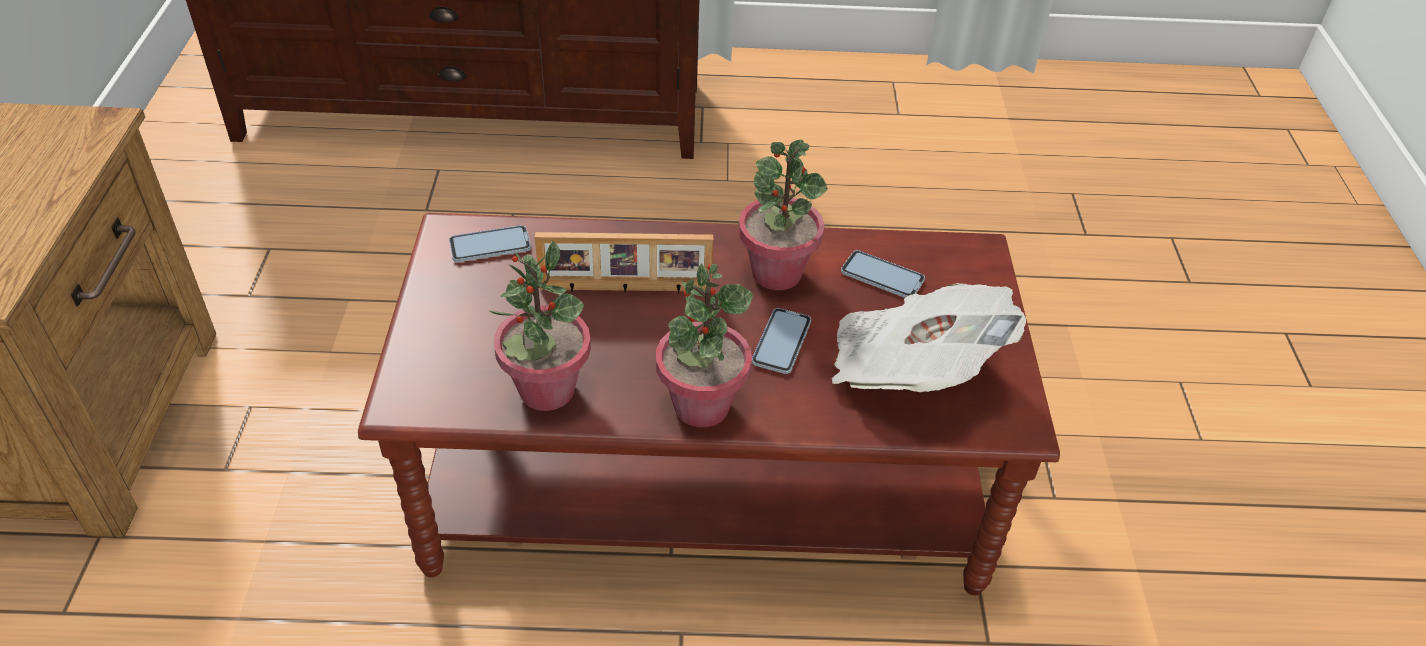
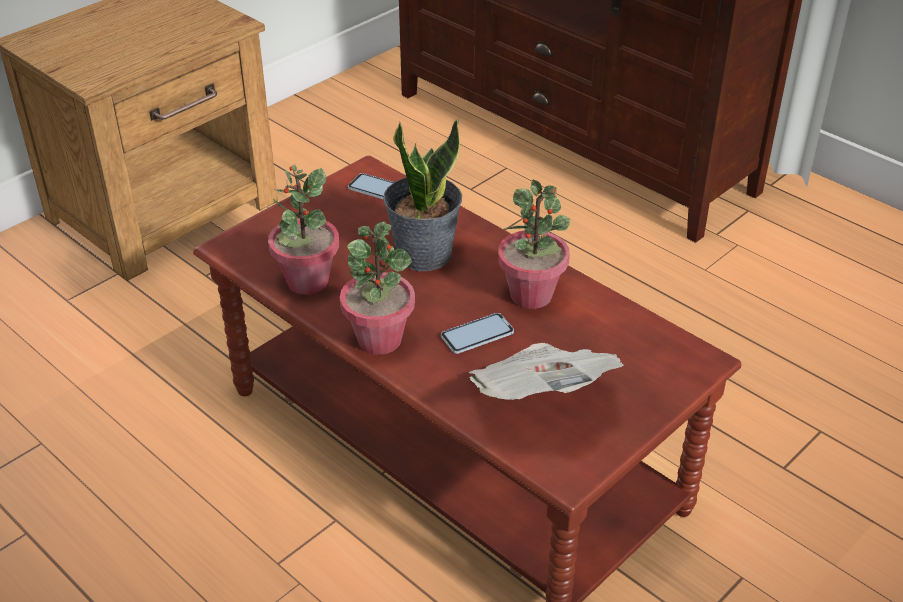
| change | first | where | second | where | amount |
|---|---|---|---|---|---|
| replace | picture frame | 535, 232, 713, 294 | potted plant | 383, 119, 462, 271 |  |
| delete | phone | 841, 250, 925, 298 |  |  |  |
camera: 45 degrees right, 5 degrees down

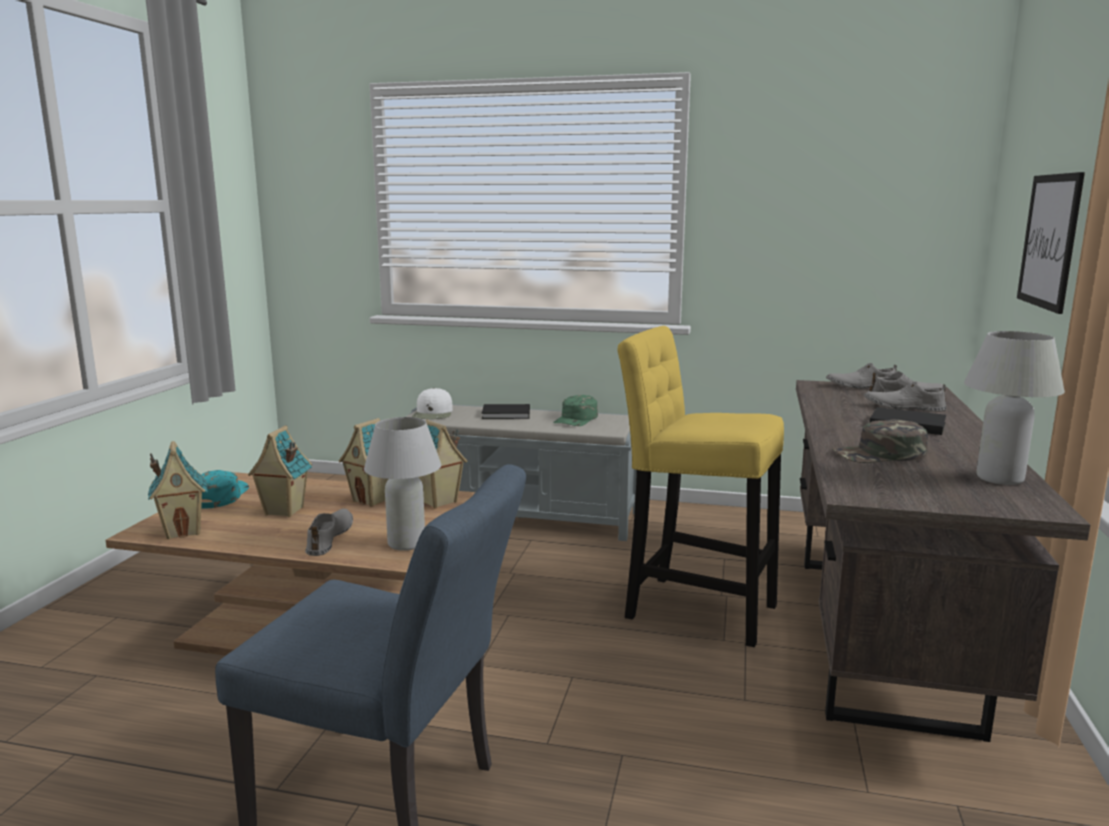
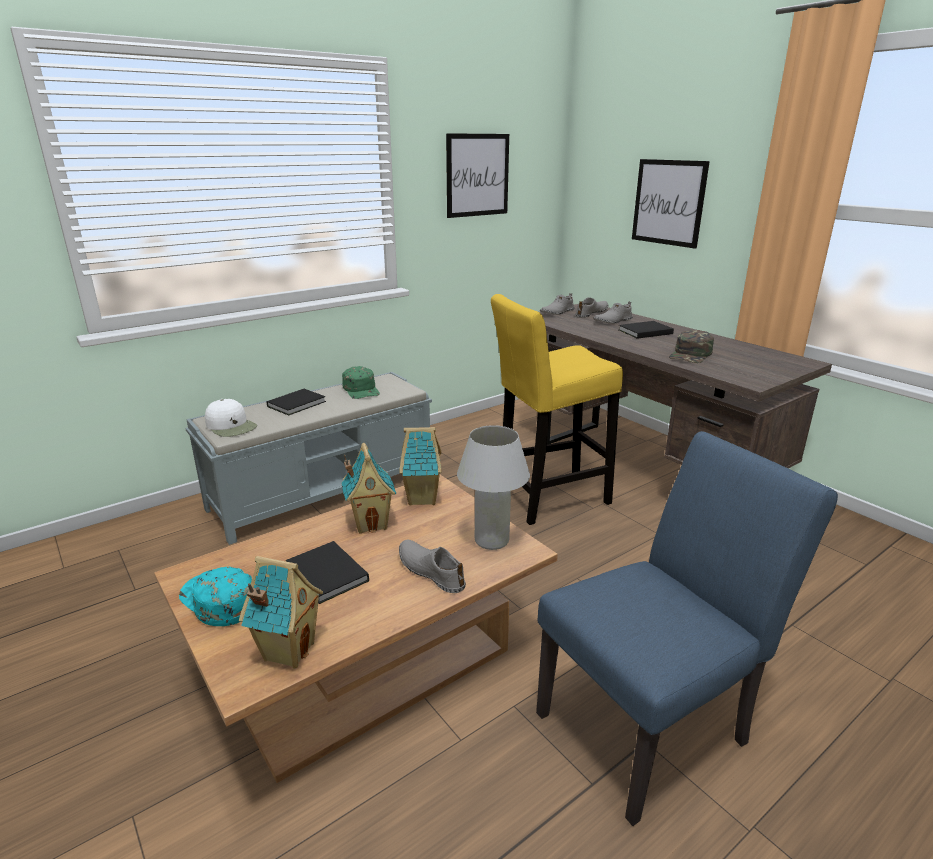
| change | first | where | second | where | amount |
|---|---|---|---|---|---|
| delete | white table lamp | 964, 331, 1065, 485 |  |  |  |
| replace | toy house | 248, 425, 312, 517 | black book | 286, 541, 369, 604 |  |
| insert |  |  | picture | 446, 133, 509, 218 |  |
camera: 50 degrees left, 10 degrees up

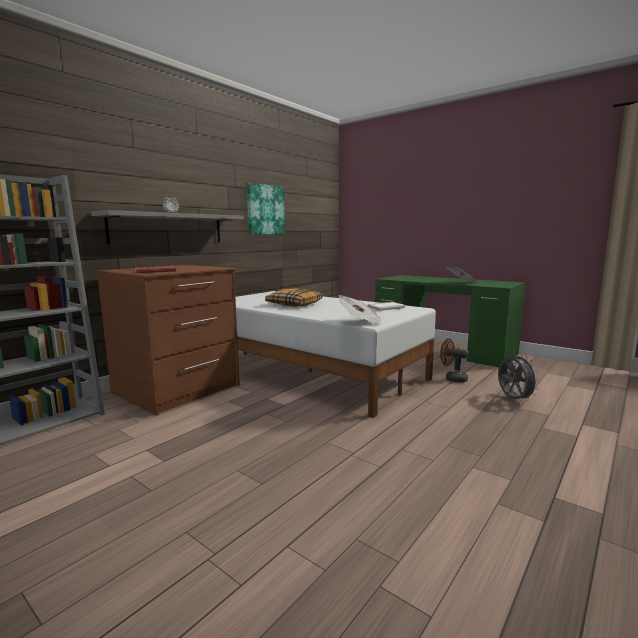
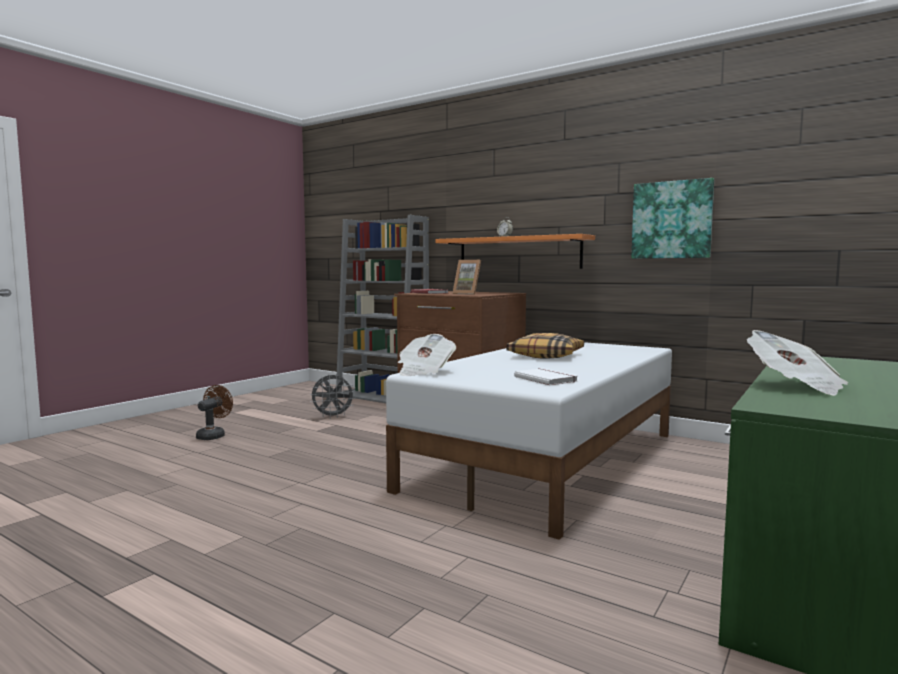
| change | first | where | second | where | amount |
|---|---|---|---|---|---|
| recolor | grey shelf | 91, 210, 243, 245 | orange shelf | 435, 234, 595, 269 |  |
| move | brown fan | 440, 338, 468, 383 |  | 196, 385, 233, 440 |  |
| move | grey fan | 498, 353, 540, 401 |  | 310, 374, 356, 418 |  |
| insert |  |  | picture frame | 452, 260, 481, 295 |  |
camera: 85 degrees right, 5 degrees down

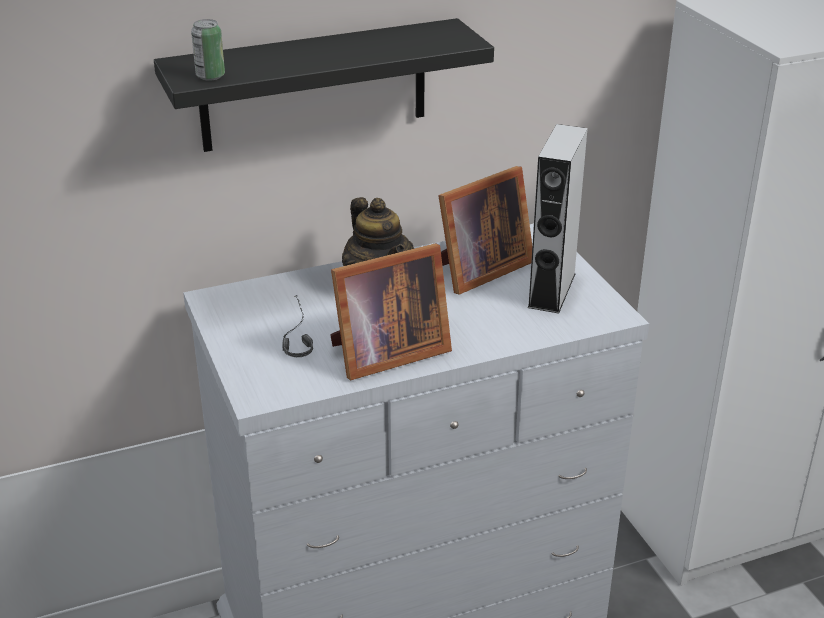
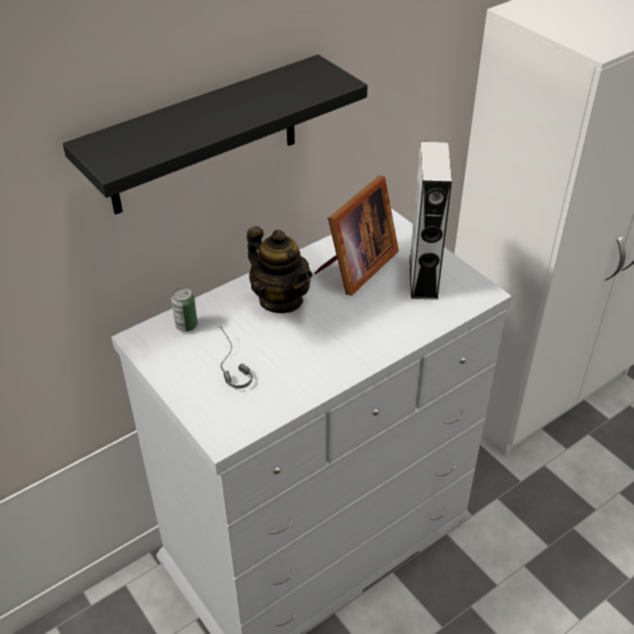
| change | first | where | second | where | amount |
|---|---|---|---|---|---|
| move | can | 191, 19, 225, 81 |  | 171, 288, 198, 332 |  |
| delete | picture frame | 330, 243, 452, 380 |  |  |  |
camera: 15 degrees left, 10 degrees up

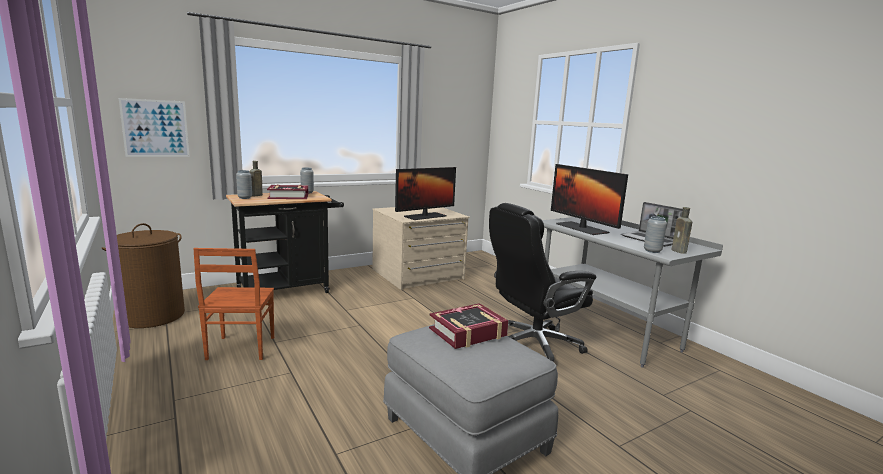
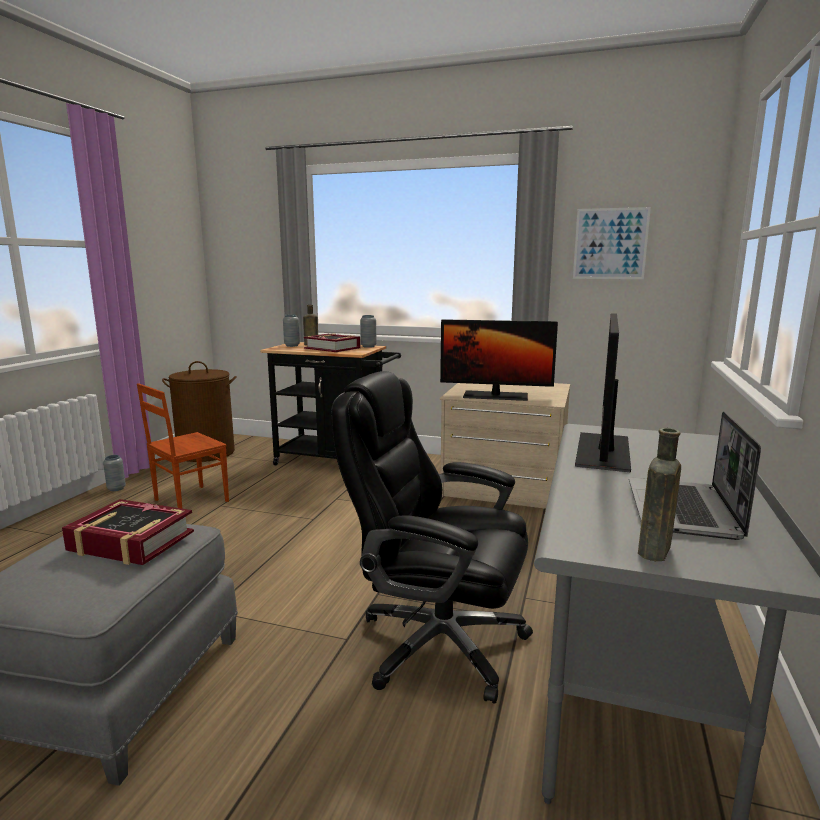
| change | first | where | second | where | amount |
|---|---|---|---|---|---|
| move | picture | 119, 98, 190, 157 |  | 573, 207, 651, 279 |  |
| move | grey vase | 644, 216, 667, 253 |  | 103, 455, 126, 491 |  |
camera: 50 degrees right, 0 degrees up

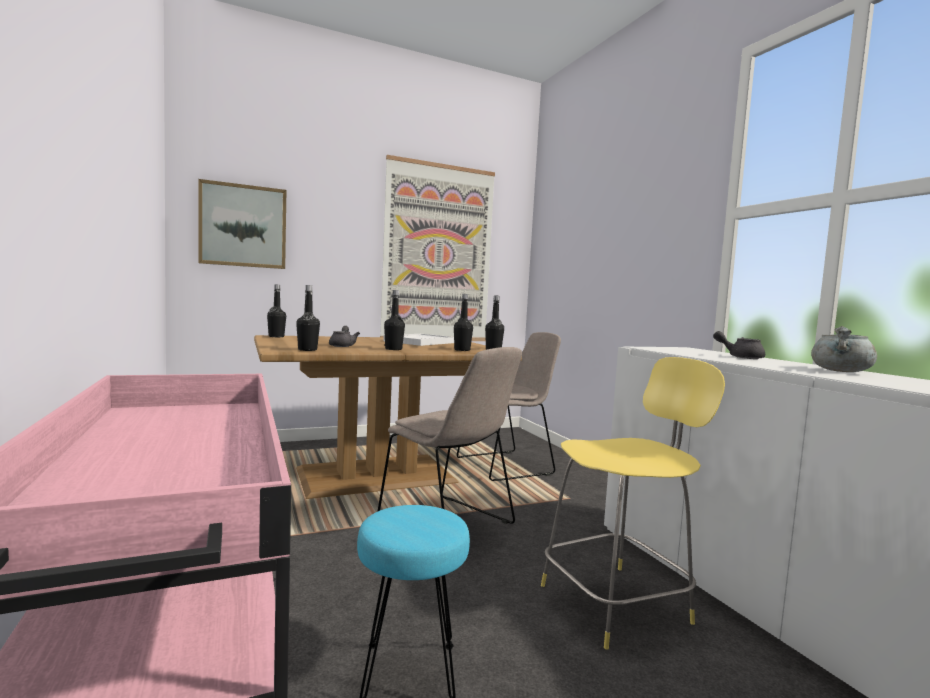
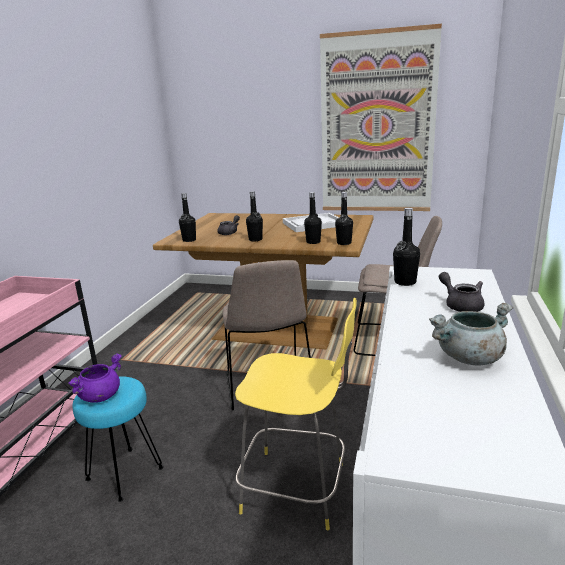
| change | first | where | second | where | amount |
|---|---|---|---|---|---|
| delete | picture | 198, 179, 286, 269 |  |  |  |
| move | black bottle | 267, 284, 286, 337 |  | 393, 208, 420, 286 |  |
| insert |  |  | purple cooking pot | 68, 354, 122, 403 |  |
camera: 40 degrees right, 15 degrees up

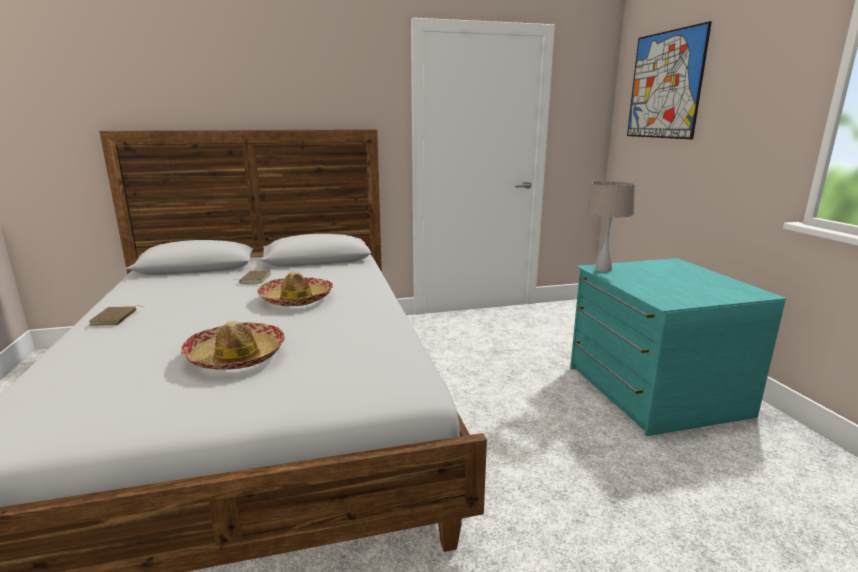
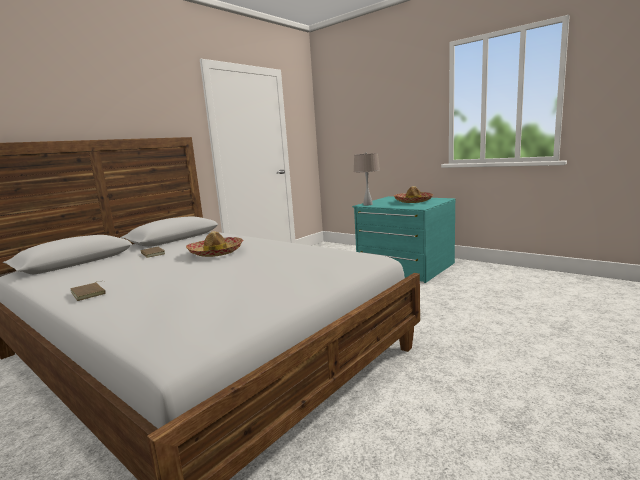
| change | first | where | second | where | amount |
|---|---|---|---|---|---|
| delete | picture | 627, 21, 712, 139 |  |  |  |
| move | hat | 181, 321, 285, 370 |  | 394, 186, 433, 203 |  |
camera: 35 degrees left, 5 degrees down

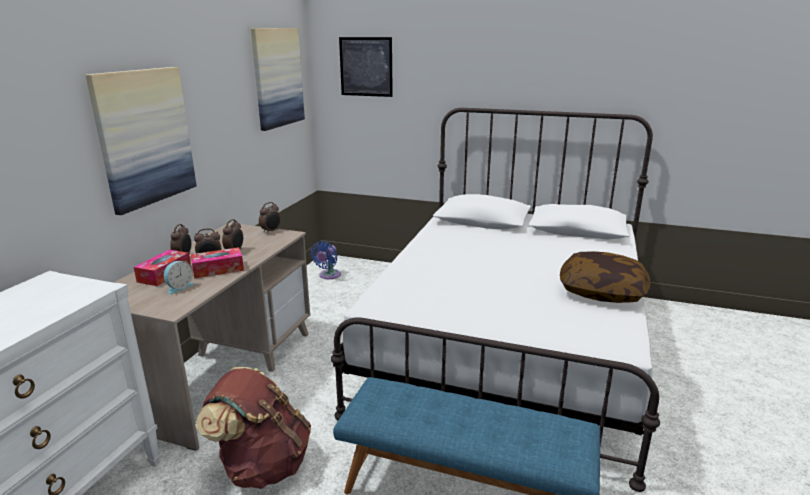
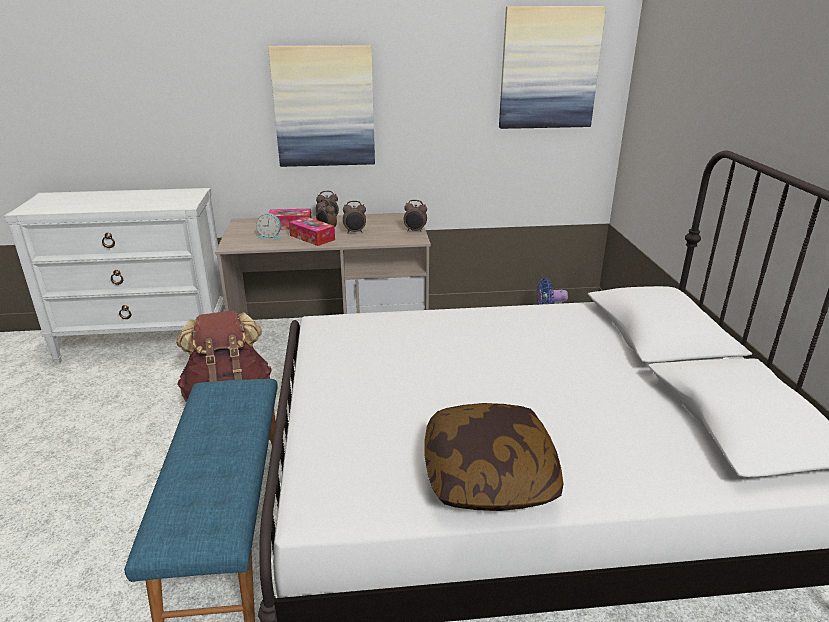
| change | first | where | second | where | amount |
|---|---|---|---|---|---|
| delete | picture | 339, 37, 393, 97 |  |  |  |
camera: 65 degrees right, 5 degrees up

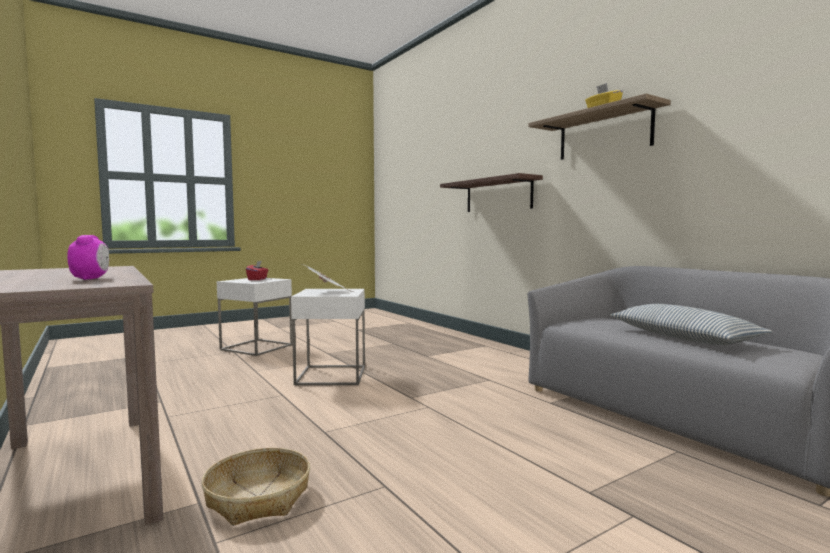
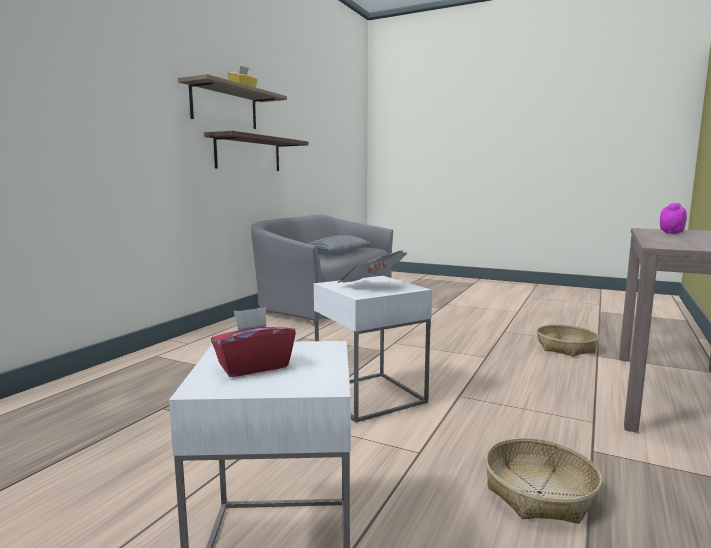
| change | first | where | second | where | amount |
|---|---|---|---|---|---|
| move | shelf | 440, 173, 543, 212 |  | 204, 131, 308, 171 |  |
| insert |  |  | basket | 485, 438, 602, 524 |  |
camera: 120 degrees left, 5 degrees up

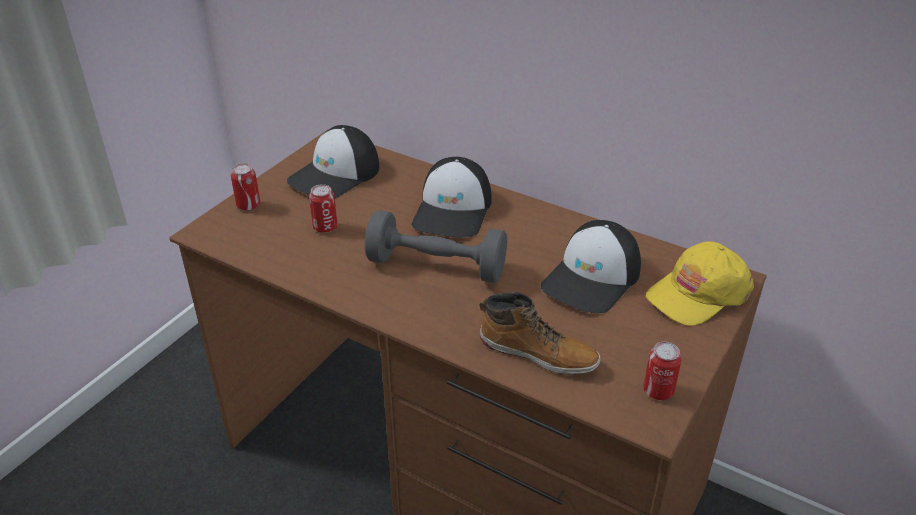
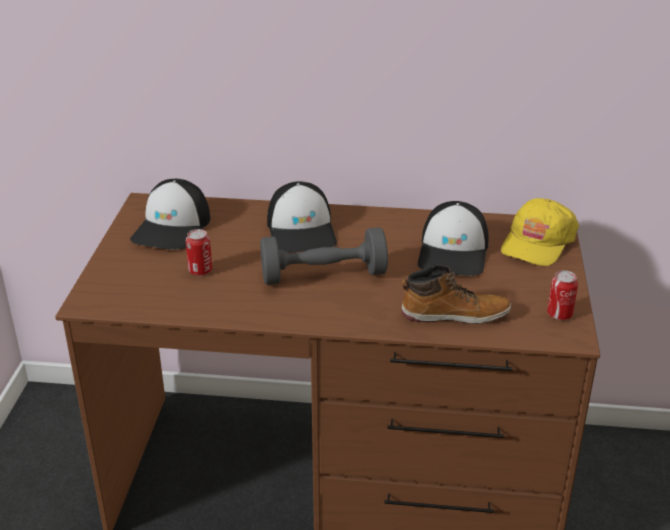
| change | first | where | second | where | amount |
|---|---|---|---|---|---|
| delete | can | 231, 163, 260, 210 |  |  |  |
camera: 25 degrees left, 5 degrees down

